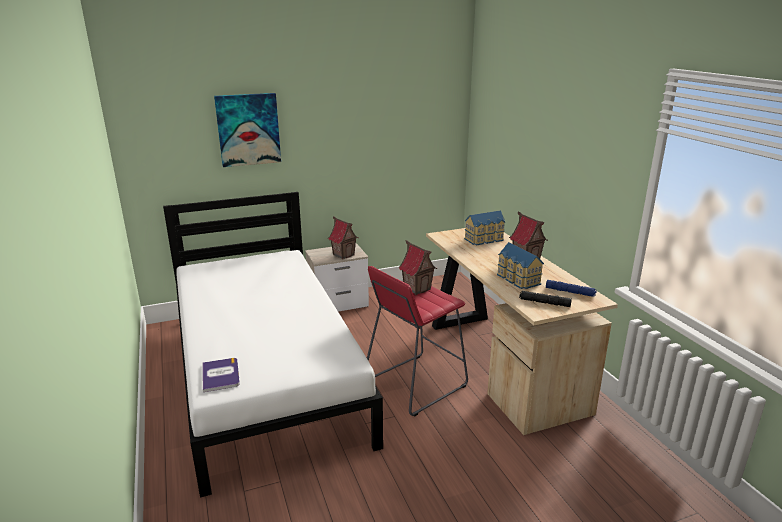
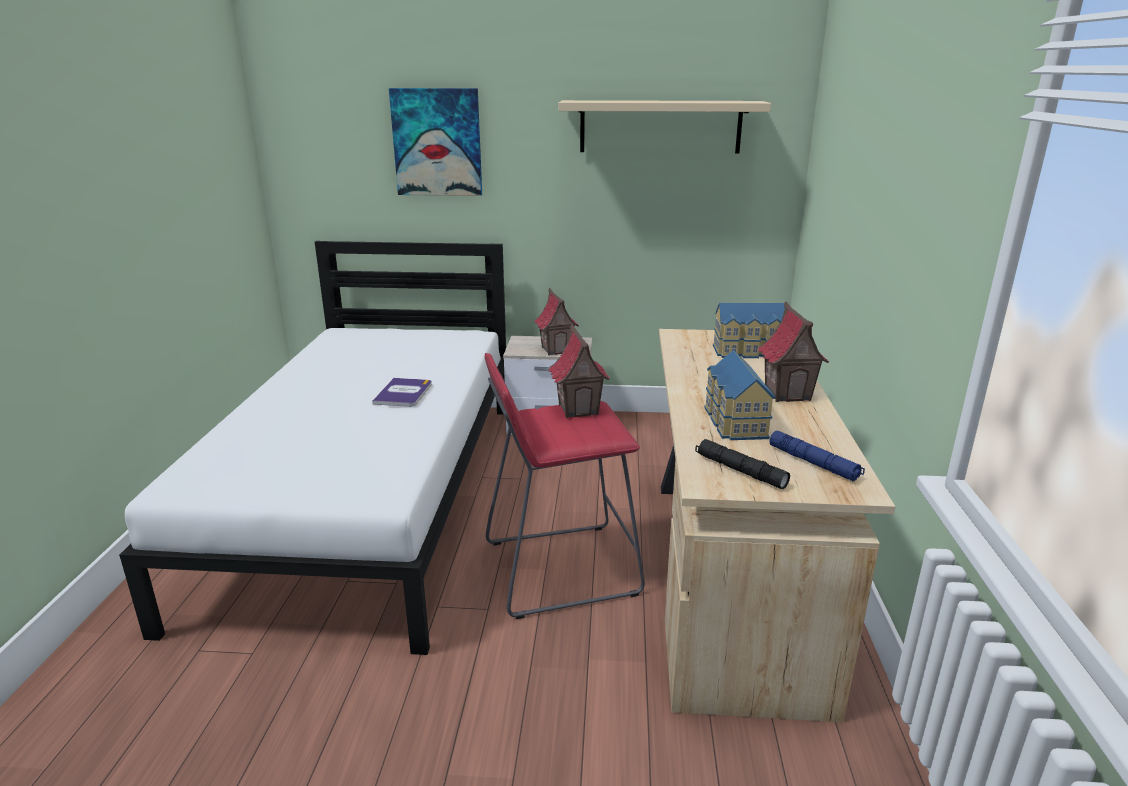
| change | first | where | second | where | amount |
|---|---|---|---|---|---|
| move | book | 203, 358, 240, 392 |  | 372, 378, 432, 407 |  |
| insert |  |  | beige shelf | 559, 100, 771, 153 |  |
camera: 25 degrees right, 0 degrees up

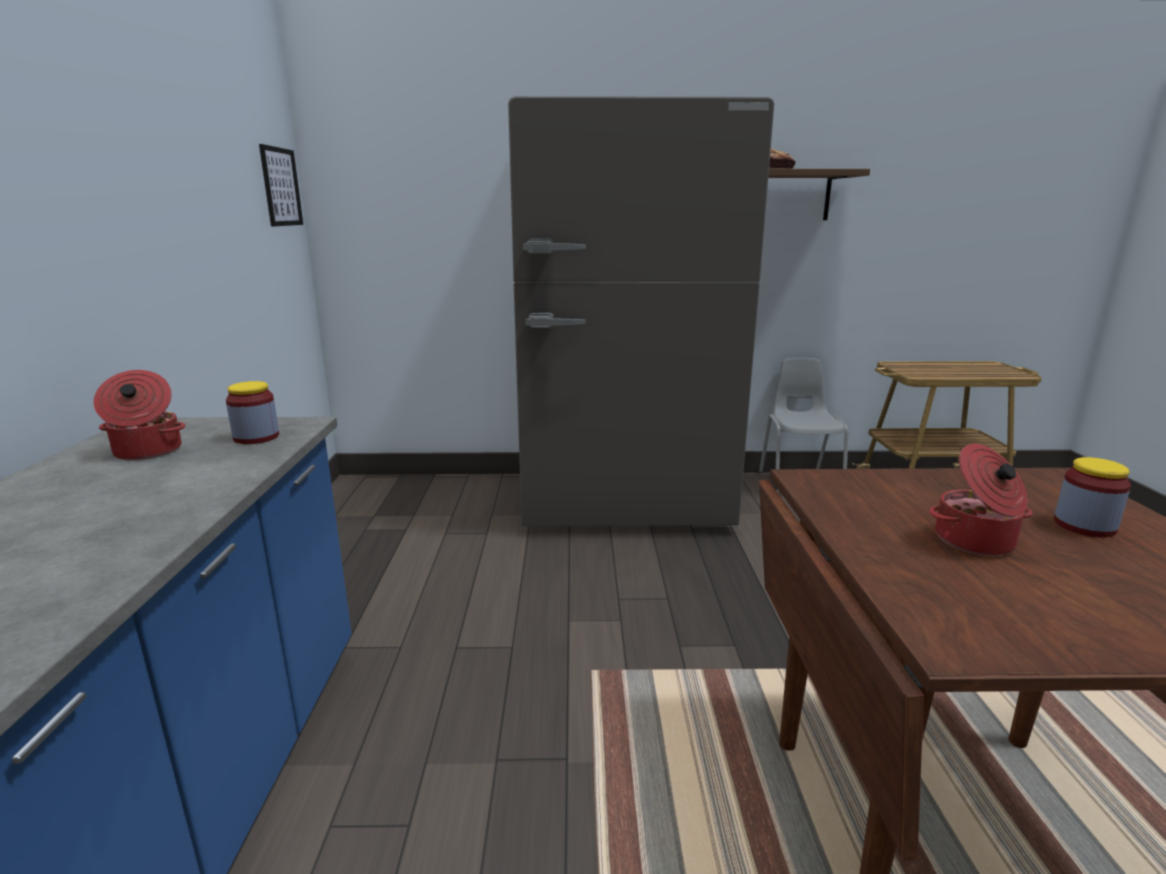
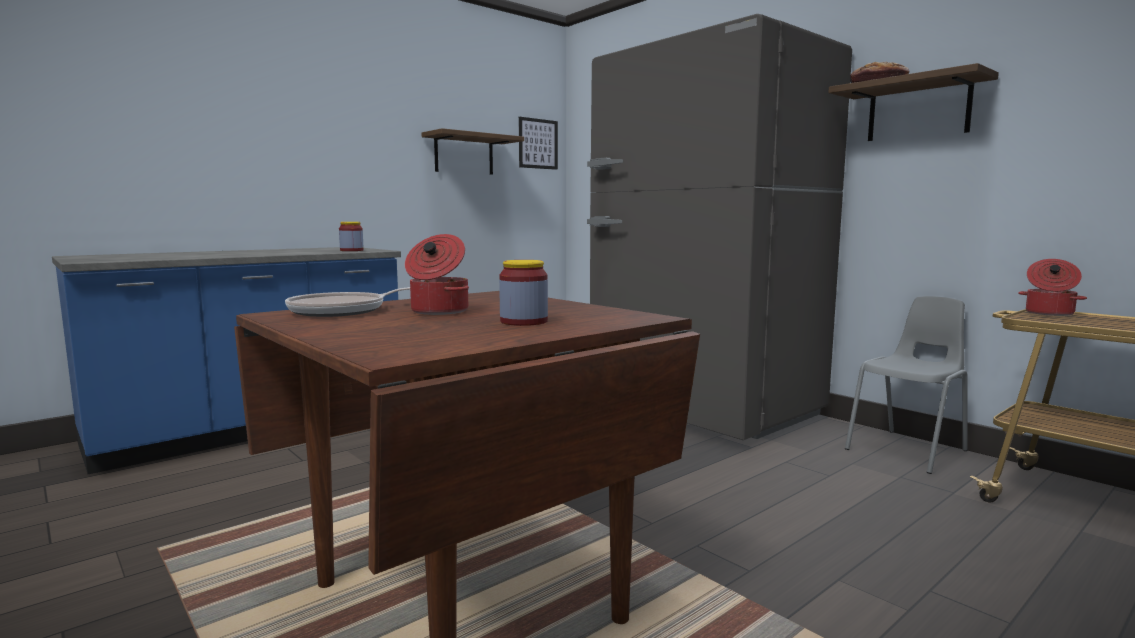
| change | first | where | second | where | amount |
|---|---|---|---|---|---|
| move | cooking pot | 93, 370, 185, 461 |  | 1018, 259, 1087, 316 |  |
| insert |  |  | shelf | 422, 128, 524, 175 |  |
| insert |  |  | frying pan | 285, 287, 410, 317 |  |
camera: 50 degrees right, 10 degrees down

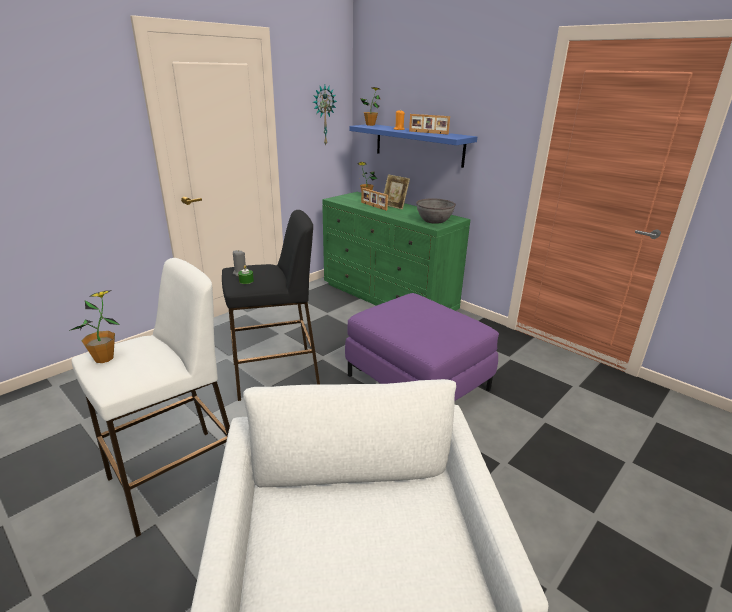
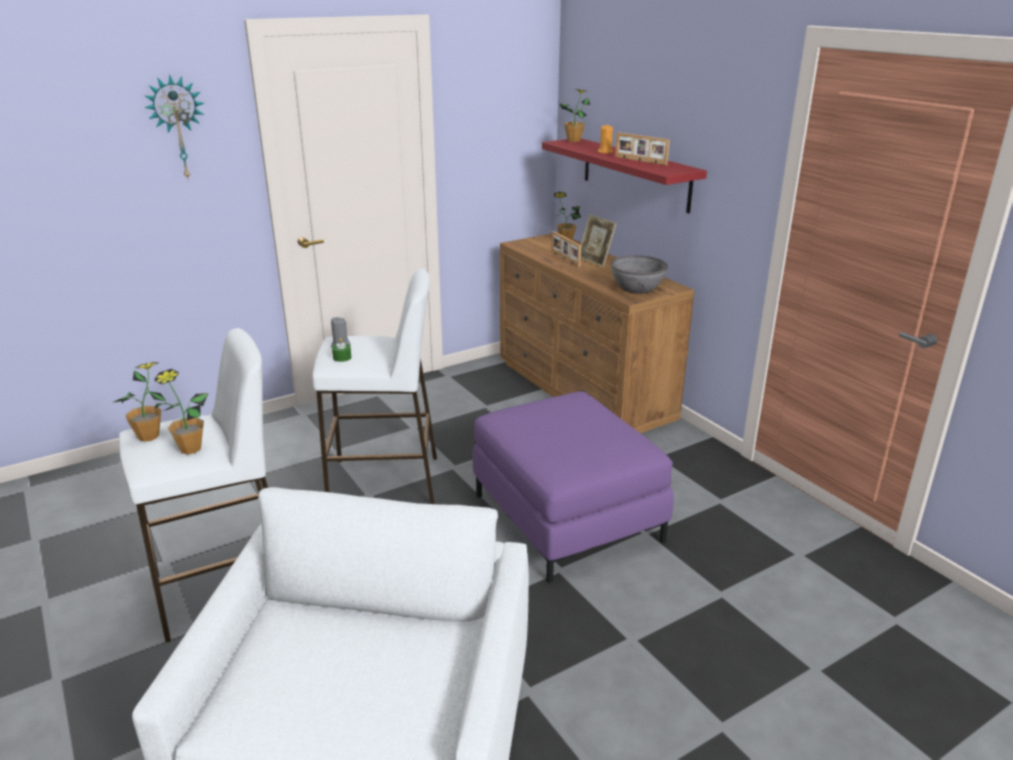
| change | first | where | second | where | amount |
|---|---|---|---|---|---|
| move | wall clock | 313, 85, 337, 145 |  | 144, 74, 204, 181 |  |
| recolor | blue shelf | 349, 124, 477, 168 | red shelf | 542, 138, 707, 213 |  |
| recolor | green dresser | 322, 192, 470, 311 | brown dresser | 500, 232, 694, 433 |  |
| recolor | black stool | 222, 210, 320, 401 | white stool | 312, 269, 437, 504 |  |
| insert |  |  | potted plant | 154, 369, 208, 454 |  |
camera: 15 degrees right, 0 degrees up

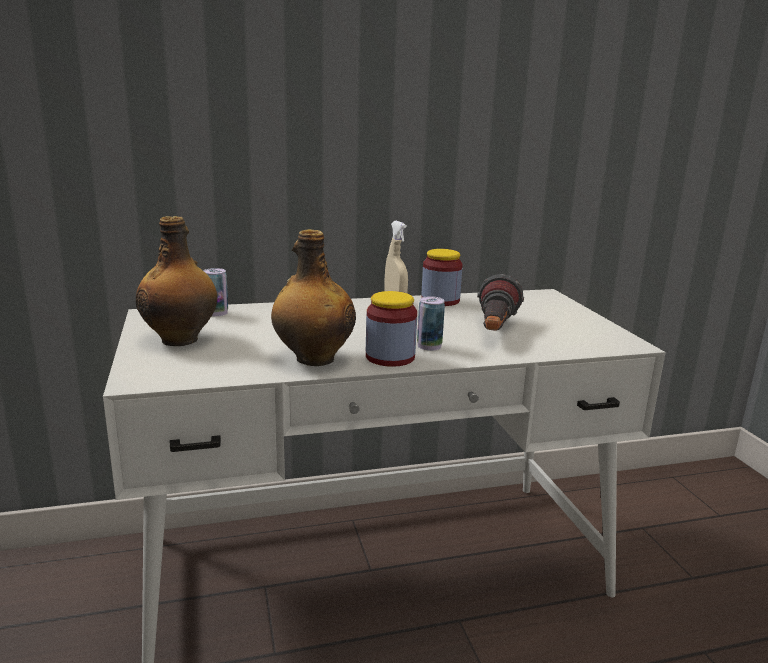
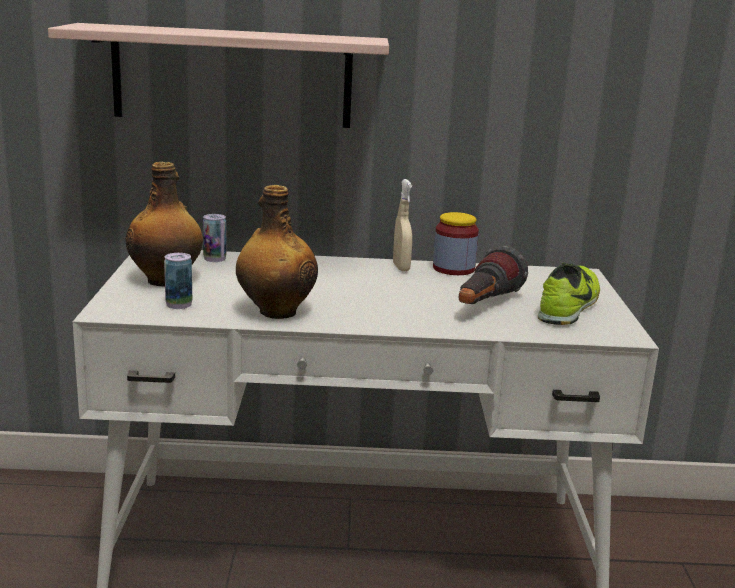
| change | first | where | second | where | amount |
|---|---|---|---|---|---|
| delete | jar | 366, 291, 417, 367 |  |  |  |
| move | can | 417, 296, 445, 351 |  | 164, 253, 192, 309 |  |
| insert |  |  | shelf | 48, 23, 389, 128 |  |
| insert |  |  | shoe | 538, 262, 600, 325 |  |
camera: 15 degrees right, 0 degrees up

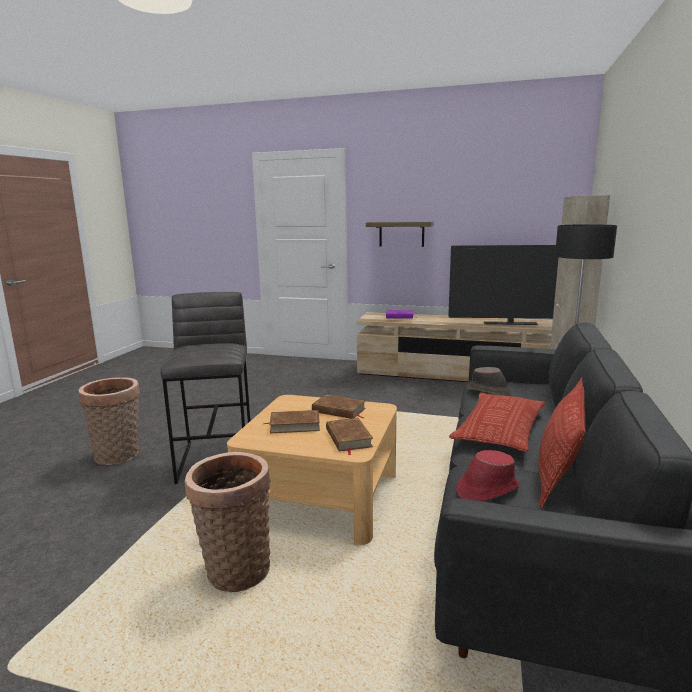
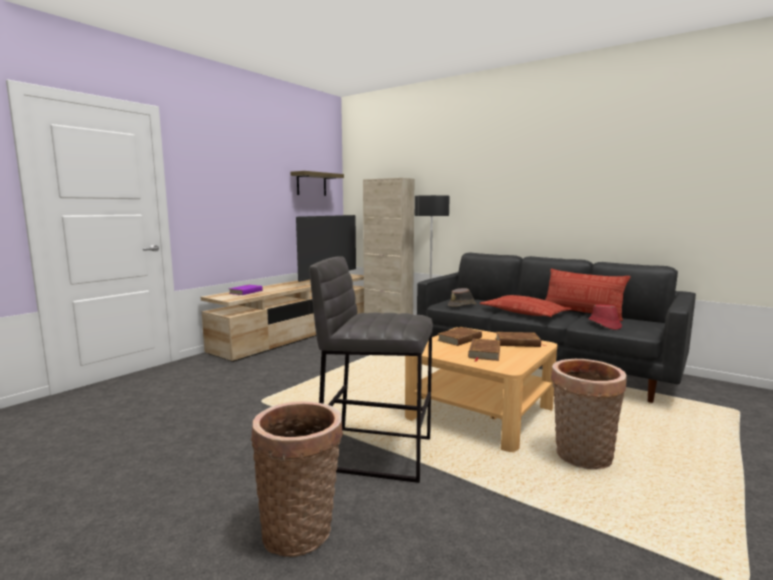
| change | first | where | second | where | amount |
|---|---|---|---|---|---|
| move | shelf | 366, 221, 434, 247 |  | 290, 171, 344, 196 |  |
camera: 70 degrees left, 5 degrees down

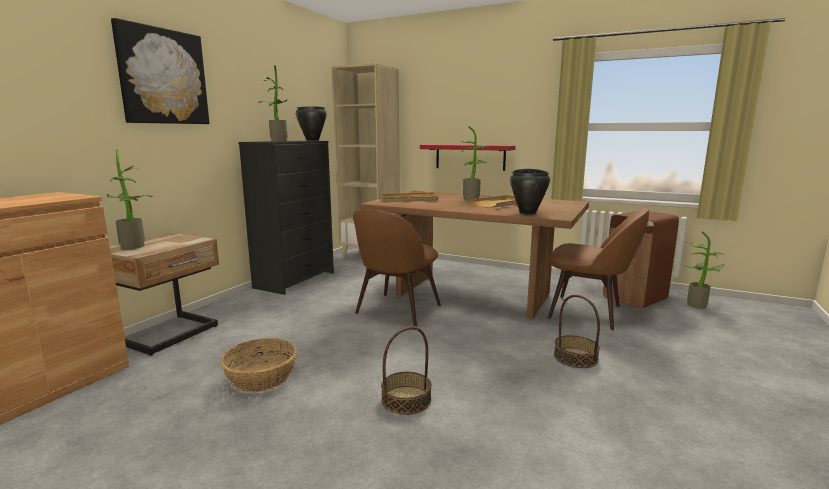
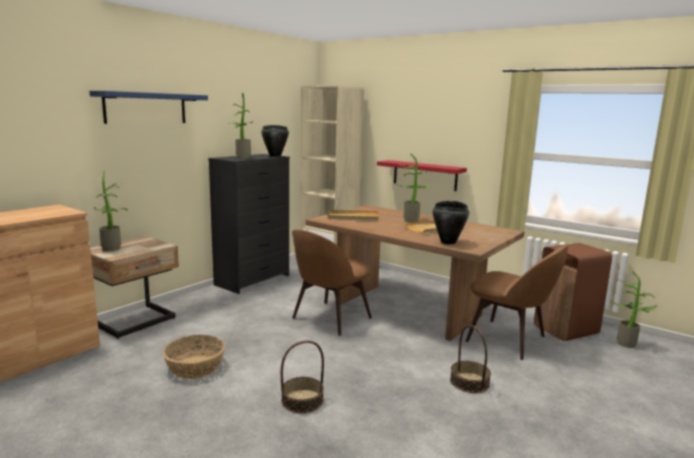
| change | first | where | second | where | amount |
|---|---|---|---|---|---|
| replace | picture | 111, 18, 210, 124 | blue shelf | 89, 91, 208, 124 |  |
camera: 10 degrees right, 0 degrees up

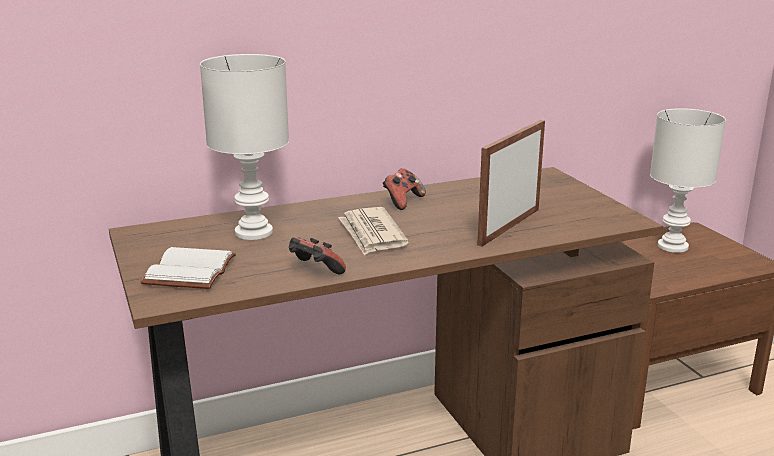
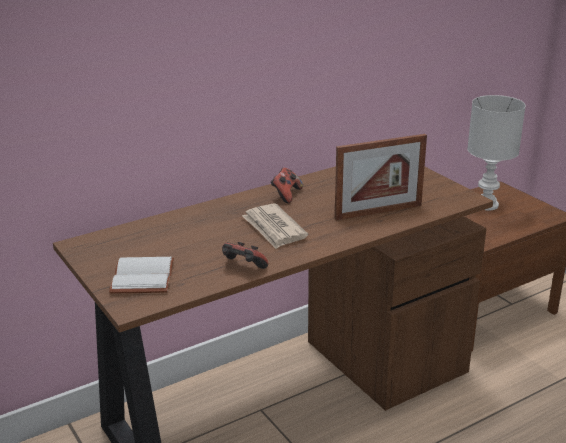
| change | first | where | second | where | amount |
|---|---|---|---|---|---|
| delete | white table lamp | 200, 54, 289, 240 |  |  |  |
| rotate | picture frame | 477, 120, 545, 247 |  | 335, 134, 427, 220 | 135 degrees counterclockwise |
camera: 10 degrees left, 5 degrees up

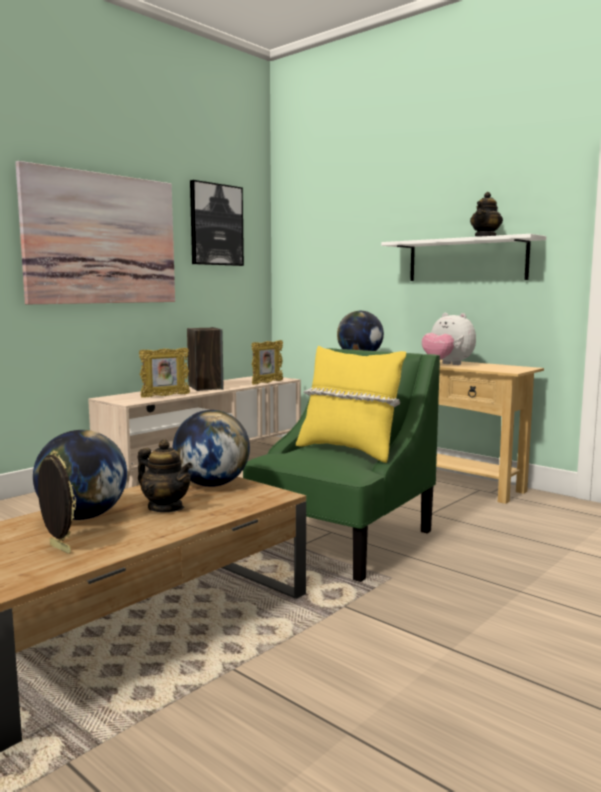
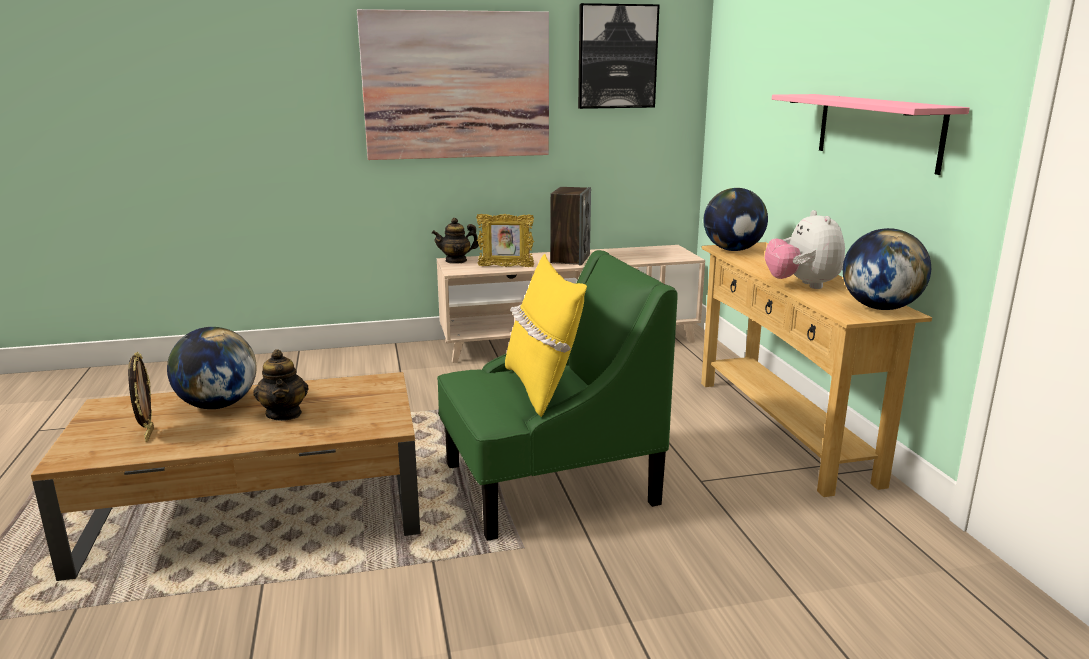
| change | first | where | second | where | amount |
|---|---|---|---|---|---|
| move | teapot | 470, 192, 503, 237 |  | 432, 218, 479, 264 |  |
| recolor | white shelf | 381, 234, 546, 281 | pink shelf | 772, 94, 970, 175 |  |
| delete | picture frame | 251, 340, 283, 385 |  |  |  |
| move | globe | 172, 410, 250, 487 |  | 843, 228, 931, 310 |  |
camera: 35 degrees right, 10 degrees up

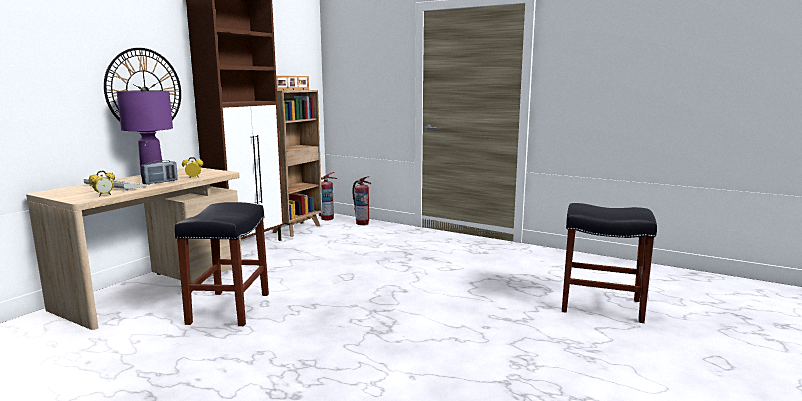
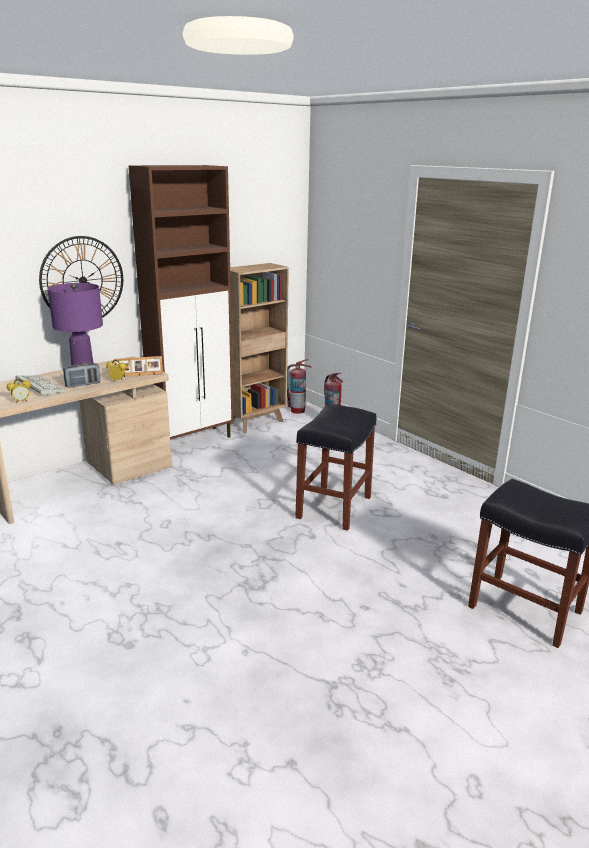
| change | first | where | second | where | amount |
|---|---|---|---|---|---|
| move | picture frame | 276, 76, 309, 90 |  | 114, 356, 163, 377 |  |
| move | black stool | 175, 202, 269, 326 |  | 295, 405, 377, 531 |  |
camera: 20 degrees right, 10 degrees up

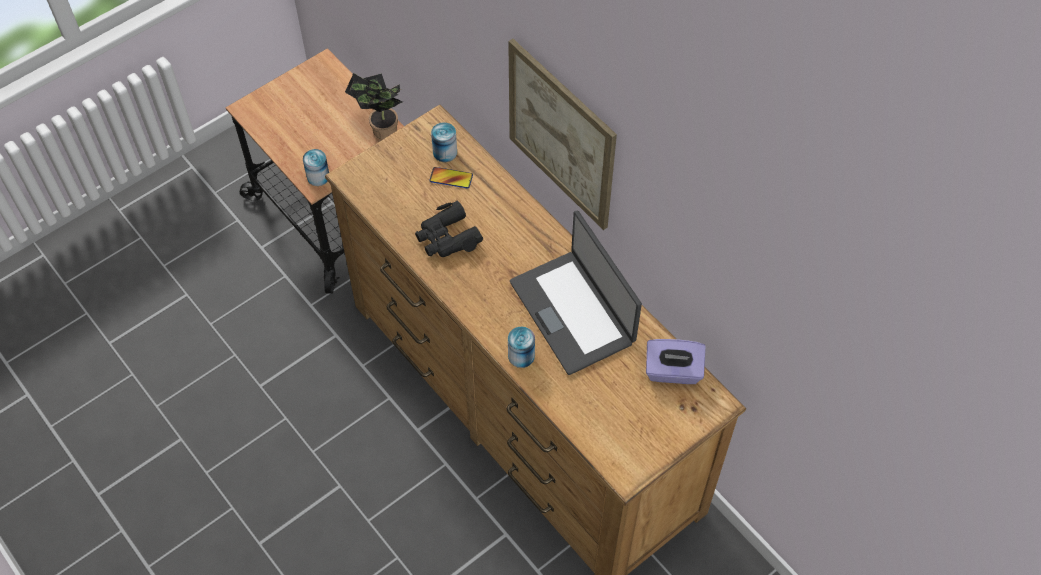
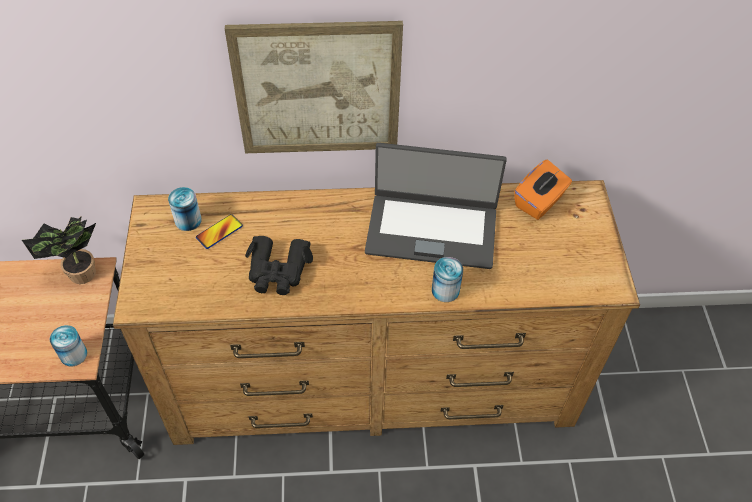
| change | first | where | second | where | amount |
|---|---|---|---|---|---|
| recolor | purple tissue box | 646, 339, 706, 384 | orange tissue box | 514, 160, 572, 220 |  |
camera: 55 degrees left, 5 degrees down

